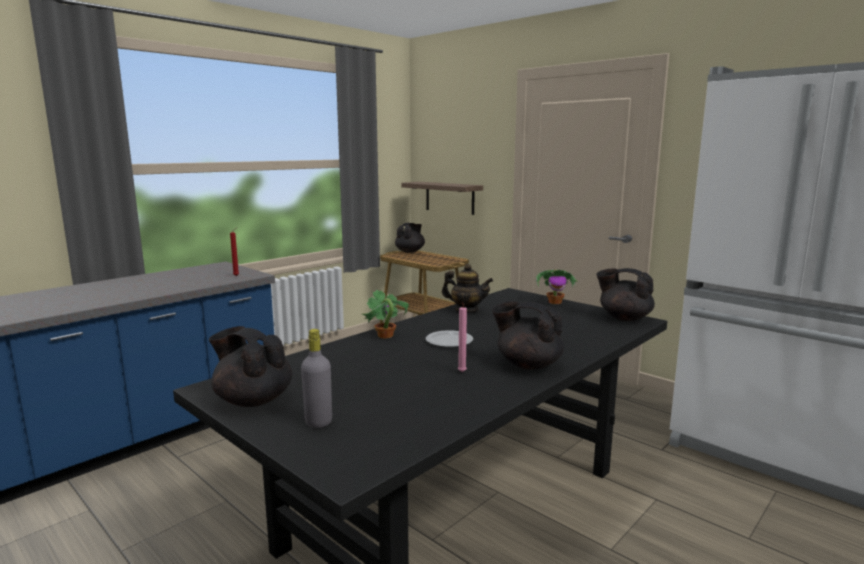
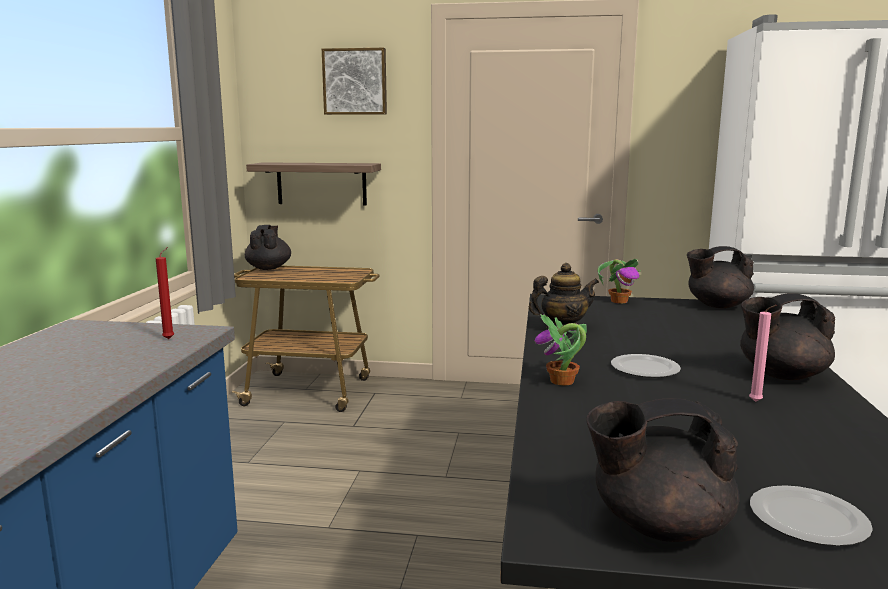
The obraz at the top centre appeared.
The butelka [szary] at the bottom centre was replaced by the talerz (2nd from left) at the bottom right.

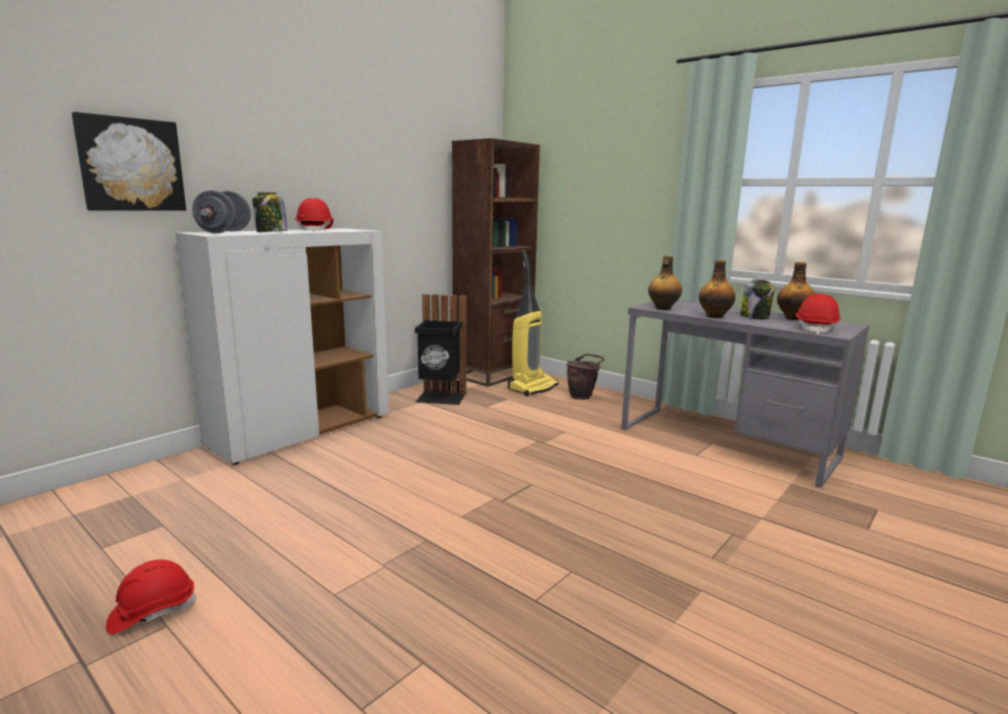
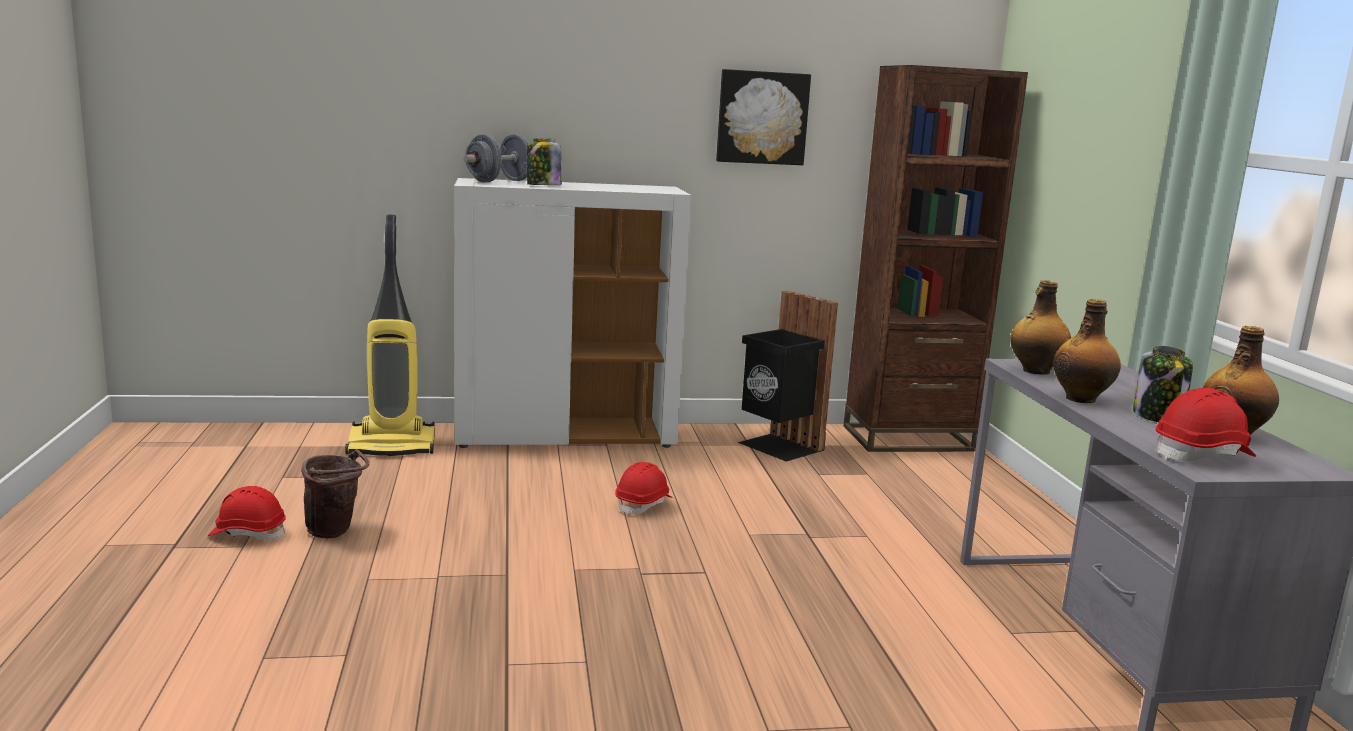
The obraz moved from the top left to the top centre.
The kask [czerwony] (2nd from left) moved from the top left to the bottom centre.
The odkurzacz moved from the centre to the middle left.
The wiadro [brązowy] moved from the centre to the bottom left.

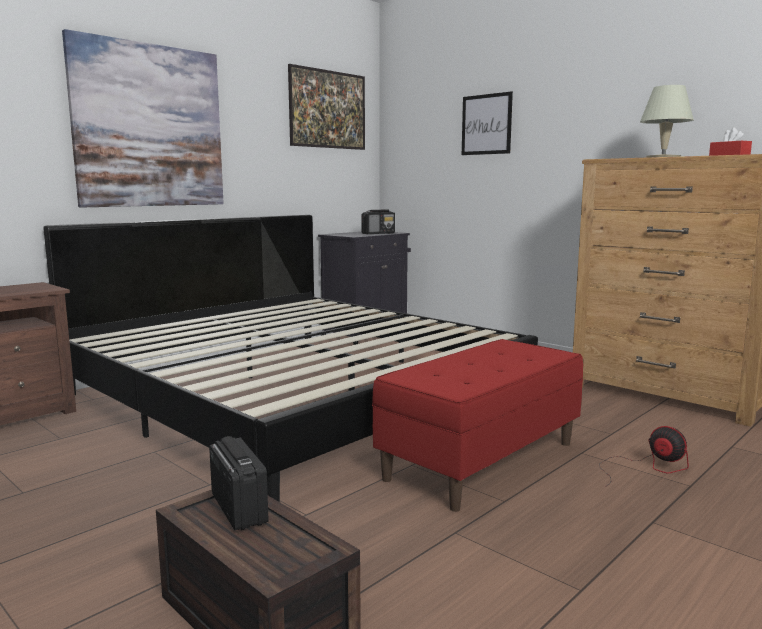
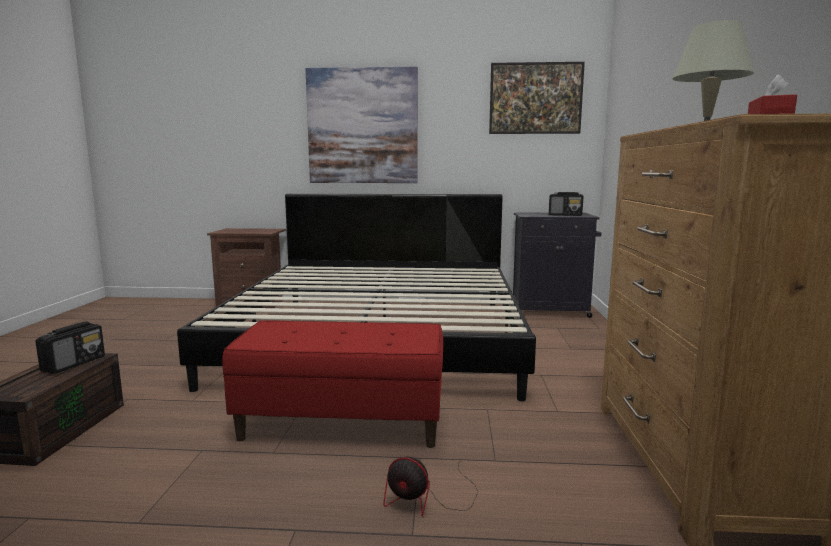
The obraz (3rd from left) at the top centre disappeared.
The wentylator at the bottom right turned 105 degrees clockwise.

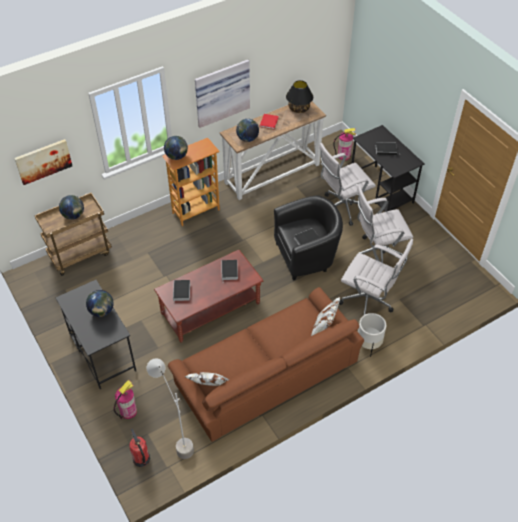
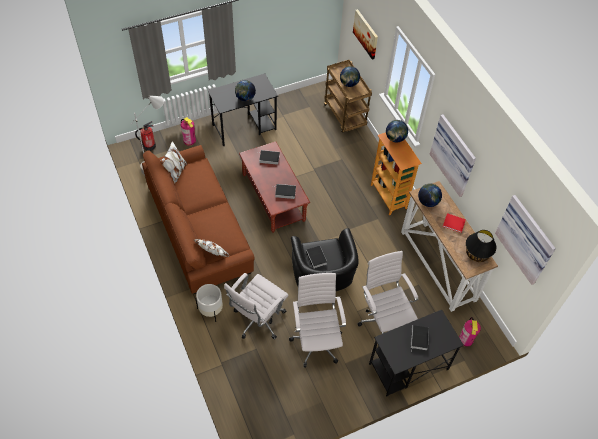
The obraz (3rd from left) at the middle right appeared.

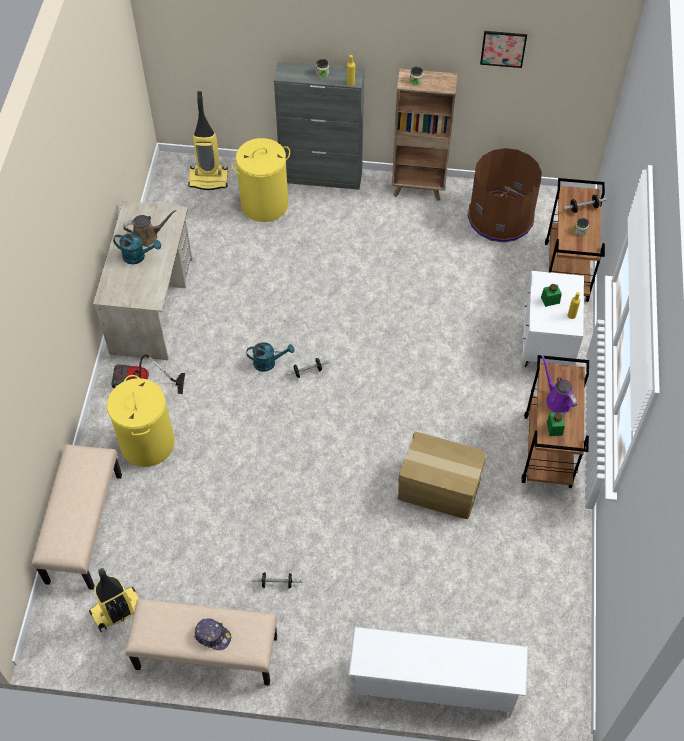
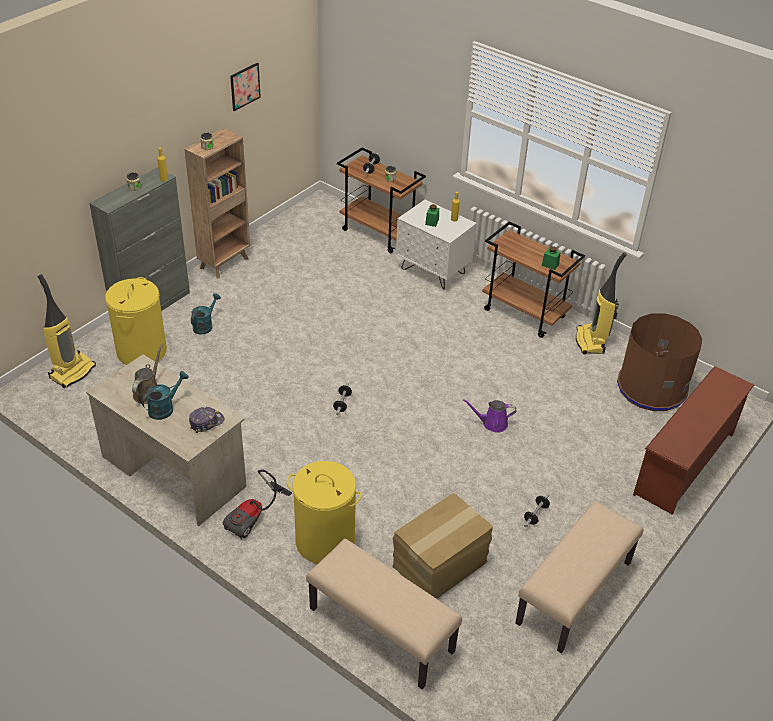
The odkurzacz (1st from left in the first image) moved from the bottom left to the middle right.
The czapka z daszkiem moved from the bottom left to the middle left.
The konewka [turkusowy] (2nd from left) moved from the centre to the middle left.
The karton moved from the centre to the bottom centre.
The kosz na śmieci [brązowy] moved from the top right to the middle right.
The konewka [fioletowy] moved from the middle right to the centre.
The regał na buty [biały] at the bottom centre became the regał na buty [brązowy] at the middle right.

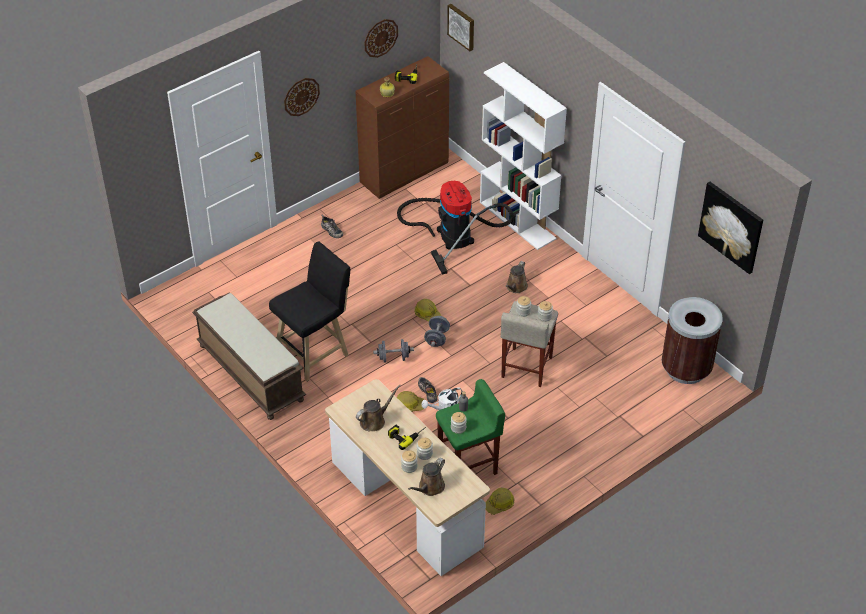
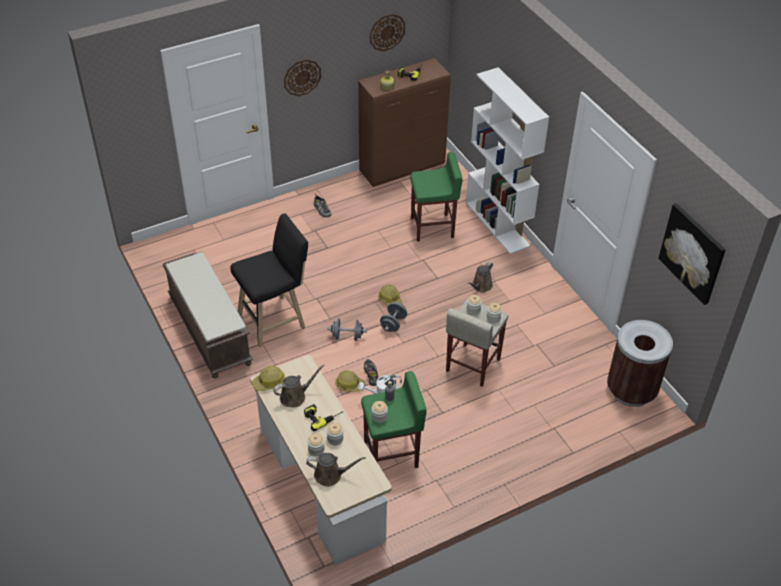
The obraz (1st from left) at the top centre disappeared.
The kask (3rd from left in the first image) moved from the bottom centre to the centre.
The odkurzacz at the centre was replaced by the stołek [zielony] (2nd from left) at the centre.
The konewka [brązowy] (2nd from left) at the bottom centre turned 135 degrees counterclockwise.

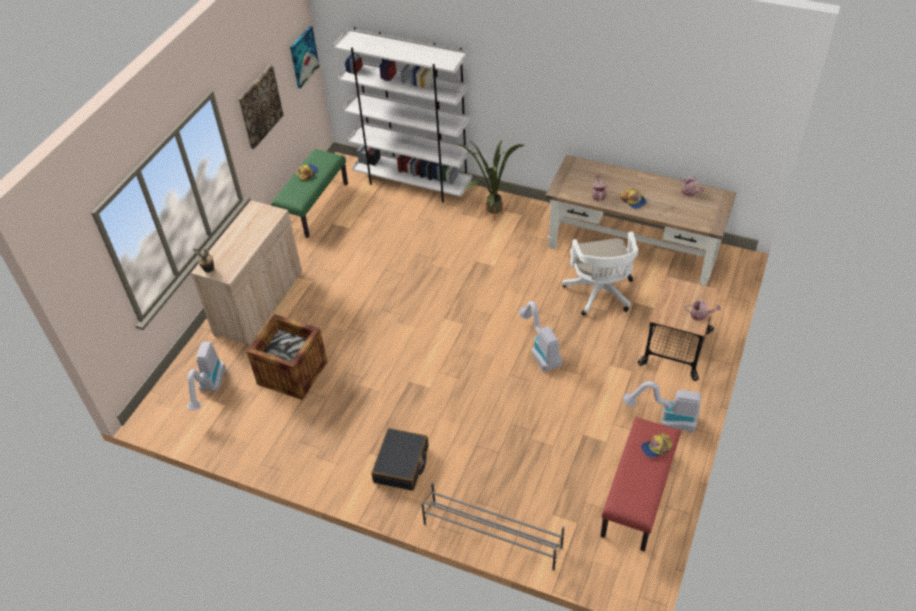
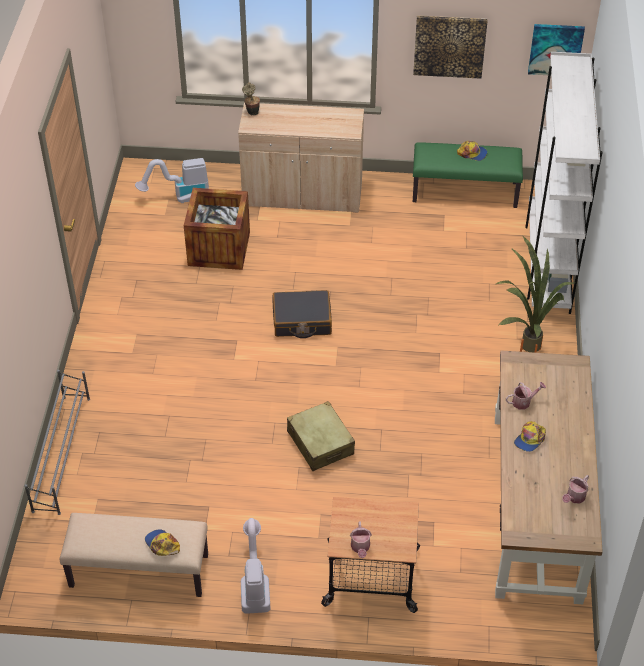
The krzesło biurowe [biały] at the centre disappeared.
The walizka [czarny] moved from the bottom centre to the centre.
The odkurzacz (2nd from left) at the centre was replaced by the walizka [beżowy] at the centre.
The ławka [czerwony] at the bottom right became the ławka [beżowy] at the bottom left.

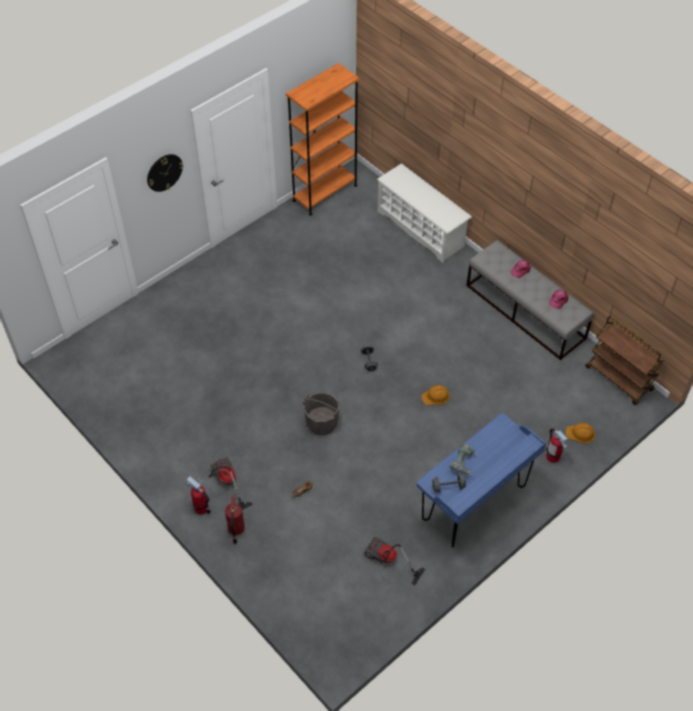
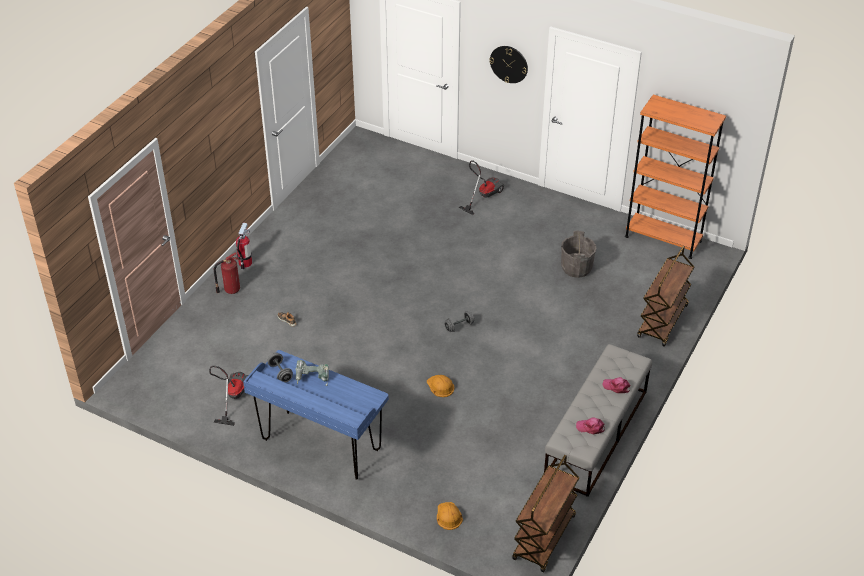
The gaśnica (3rd from left) at the middle right disappeared.
The odkurzacz (1st from left in the first image) moved from the bottom left to the top centre.
The wiadro [szary] moved from the centre to the middle right.
The regał na buty [biały] at the top centre was replaced by the wózek [brązowy] (2nd from left) at the middle right.

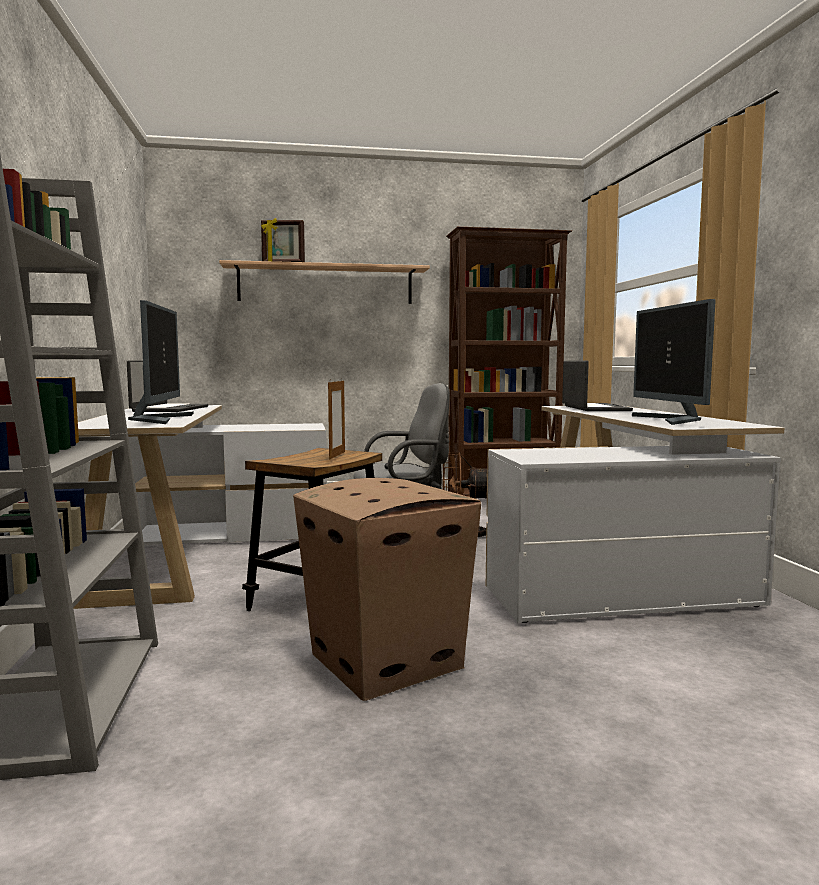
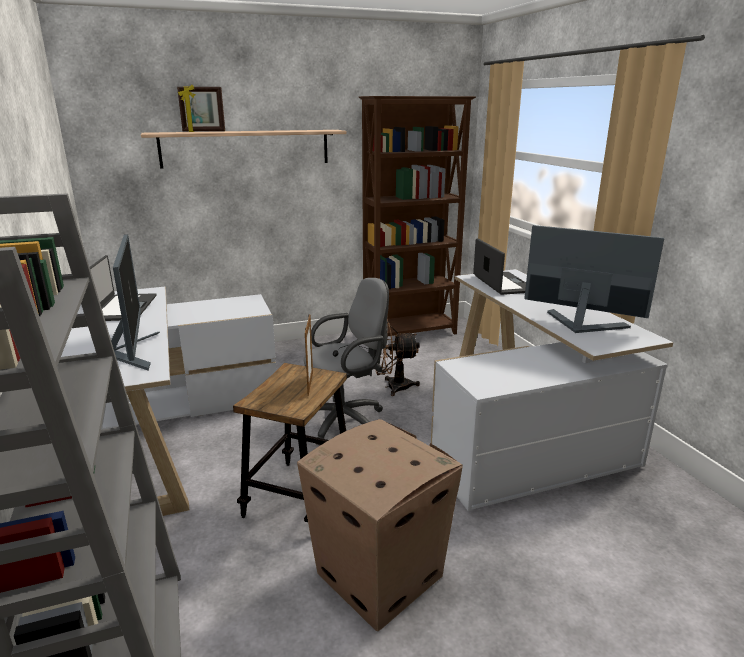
The monitor (2nd from left) at the middle right turned 135 degrees clockwise.

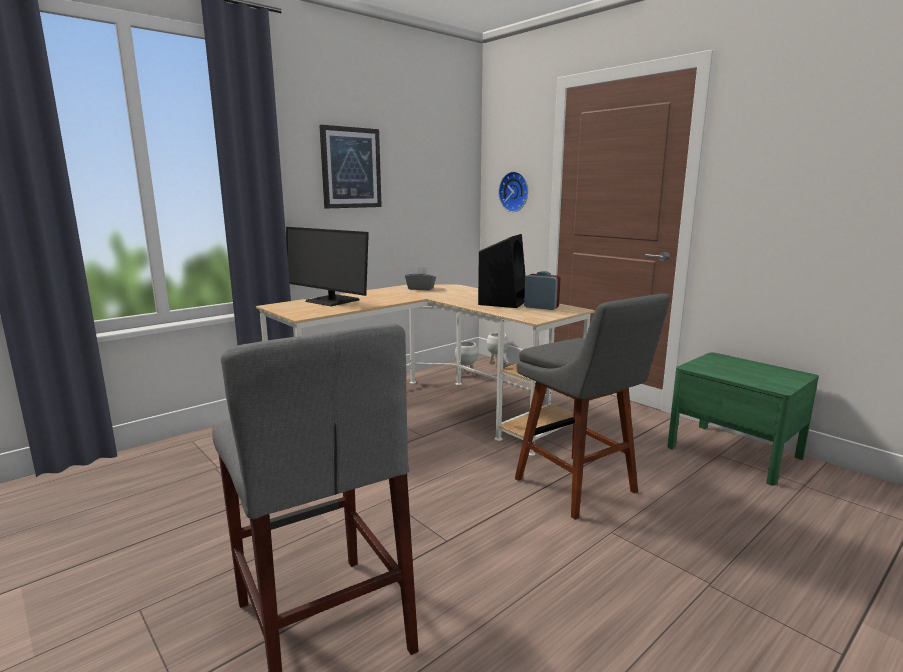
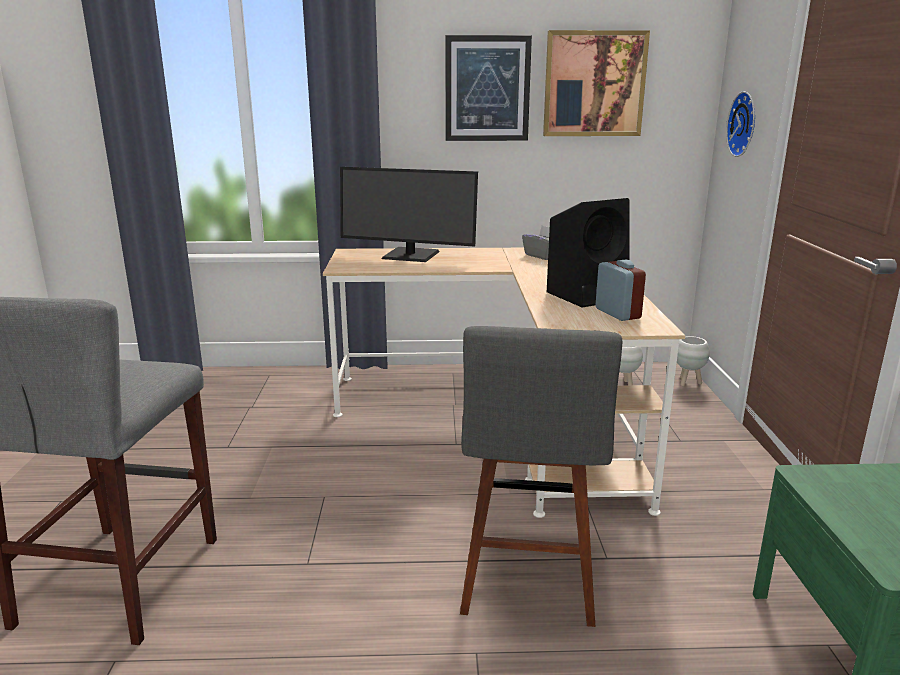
The obraz (2nd from left) at the top centre appeared.
The monitor at the centre turned 60 degrees counterclockwise.

